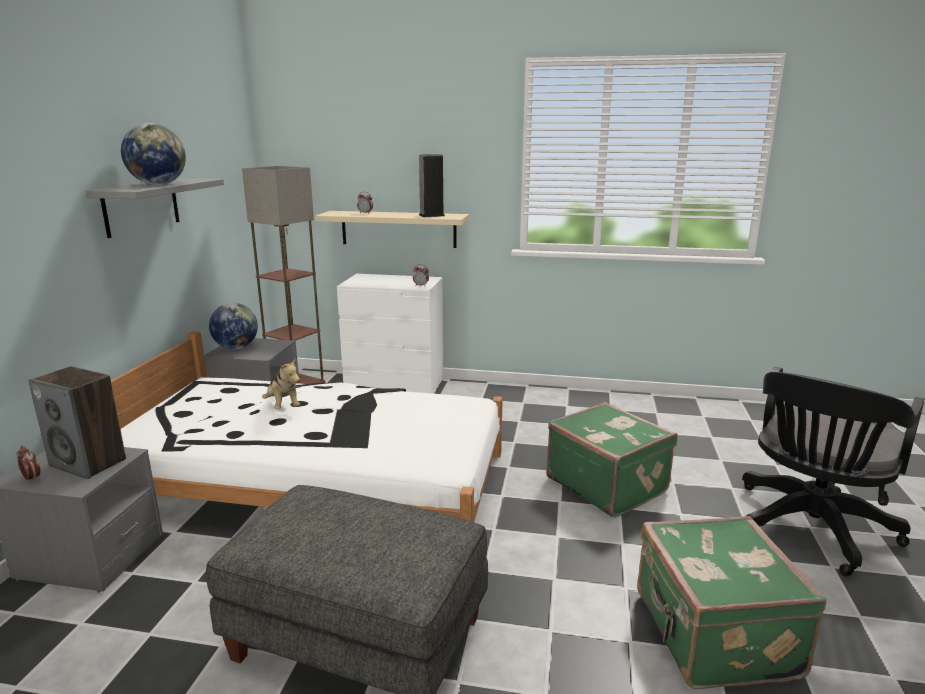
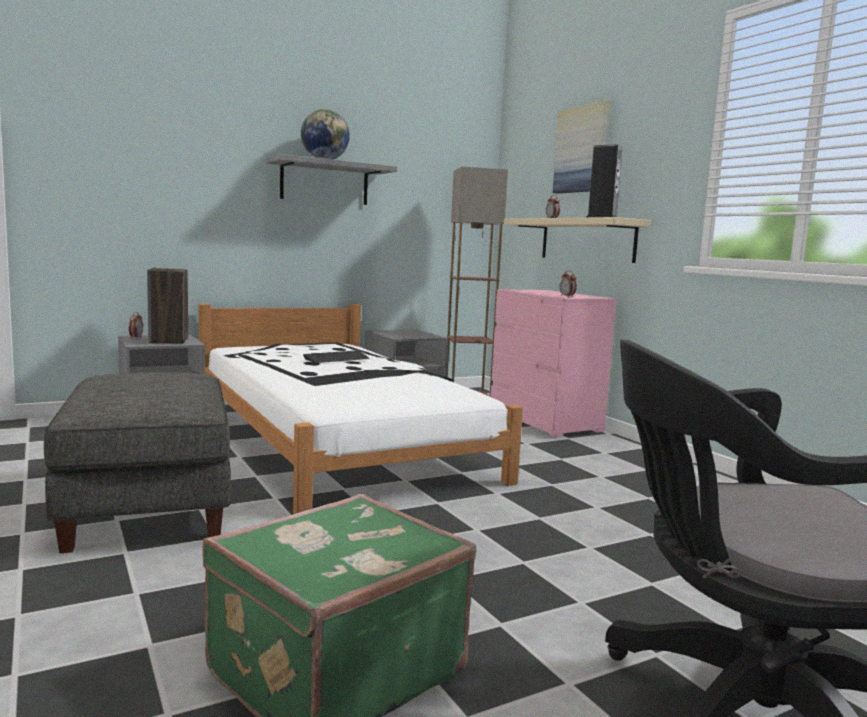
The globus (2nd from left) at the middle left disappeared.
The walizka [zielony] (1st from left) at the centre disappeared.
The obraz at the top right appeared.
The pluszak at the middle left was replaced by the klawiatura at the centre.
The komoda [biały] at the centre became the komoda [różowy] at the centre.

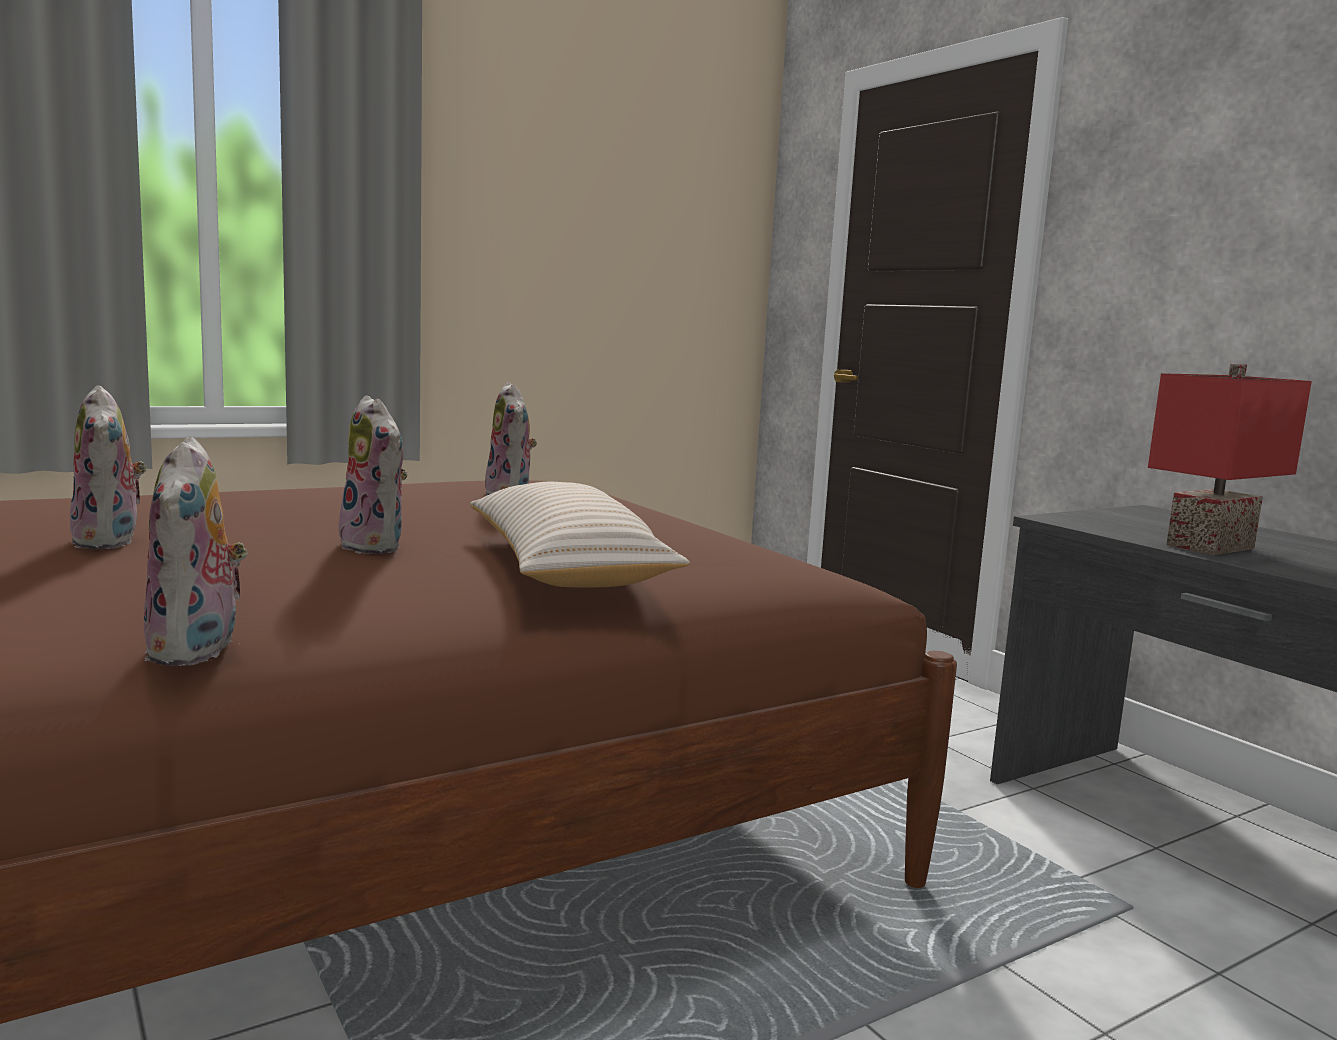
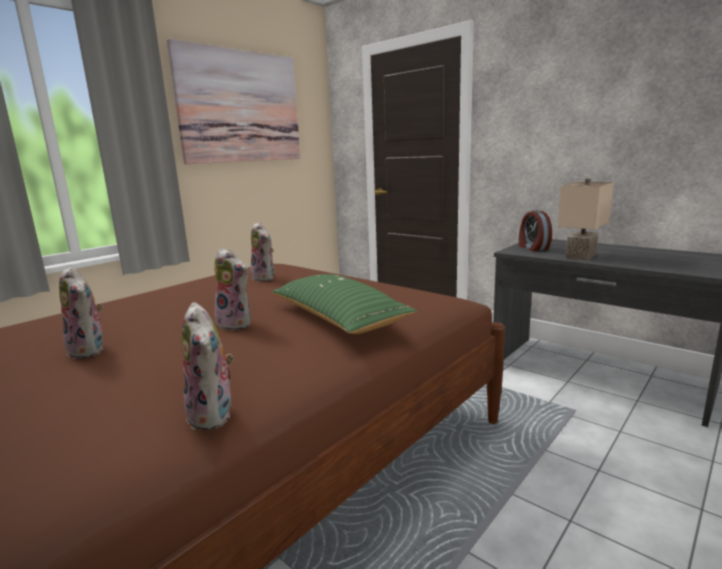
The obraz at the top left appeared.
The budzik at the middle right appeared.
The poduszka [beżowy] at the centre became the poduszka [zielony] at the centre.
The lampa stołowa [czerwony] at the middle right became the lampa stołowa [beżowy] at the middle right.

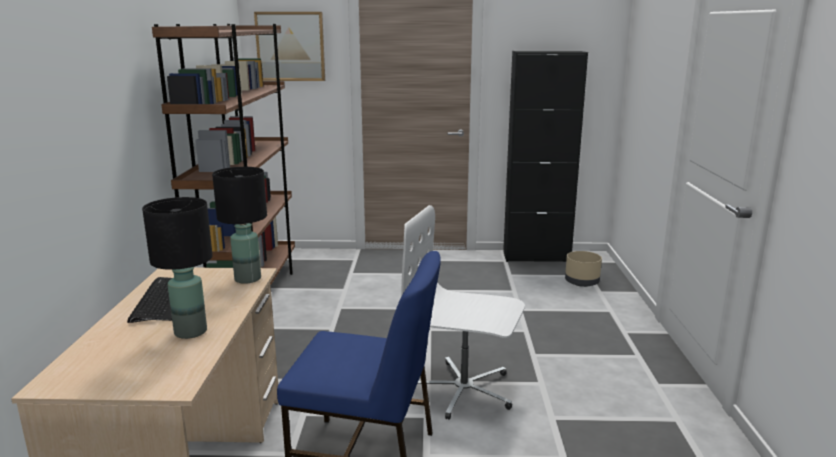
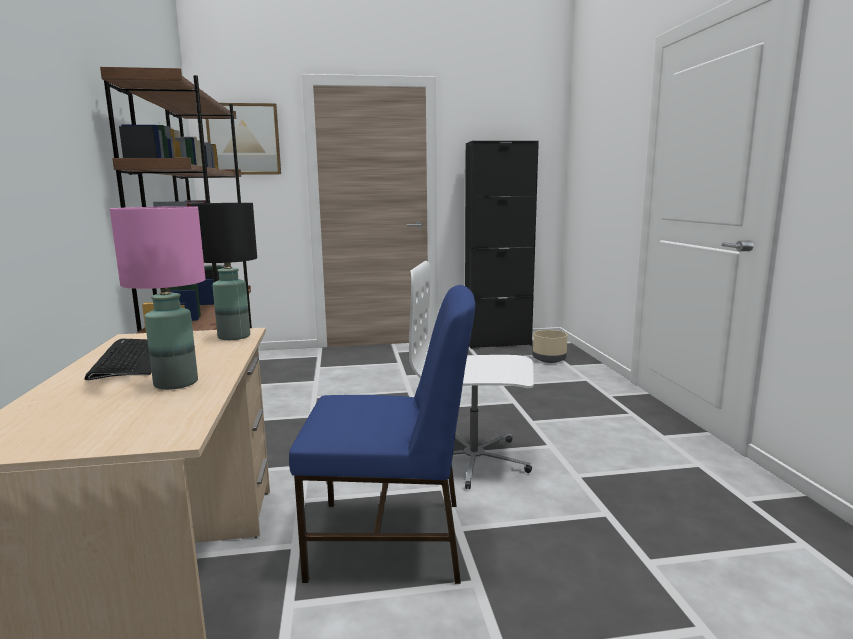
The lampa stołowa [czarny] (1st from left) at the middle left became the lampa stołowa [różowy] at the middle left.

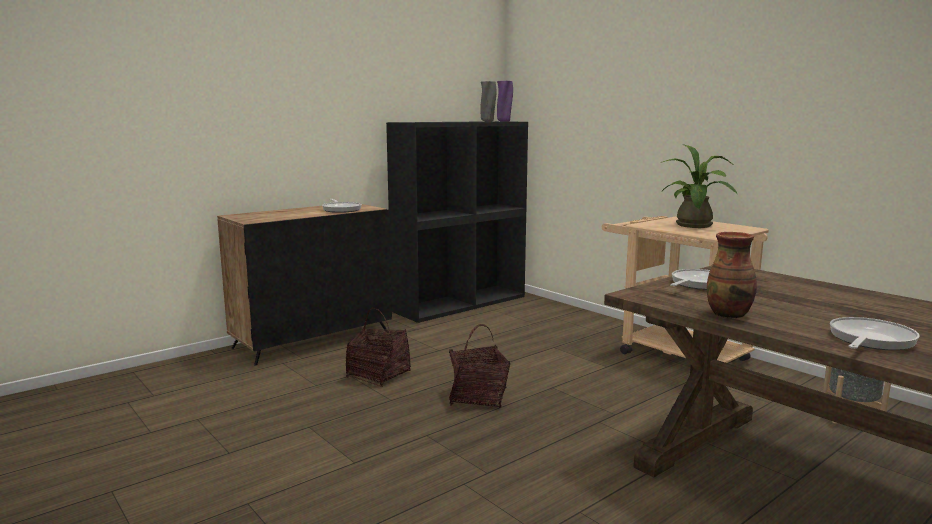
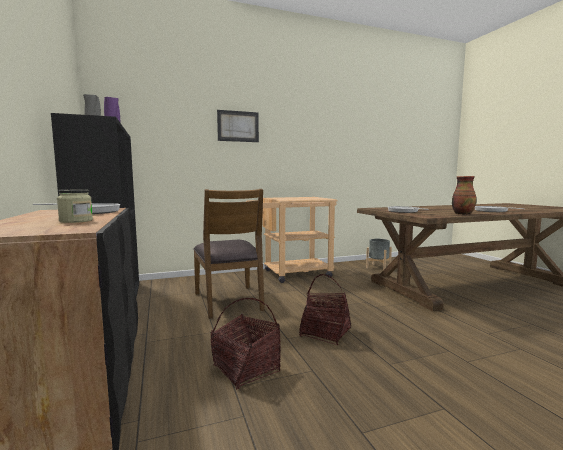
The roślina doniczkowa at the middle right disappeared.
The słoik at the middle left appeared.
The krzesło [brązowy] at the centre appeared.
The obraz at the top centre appeared.

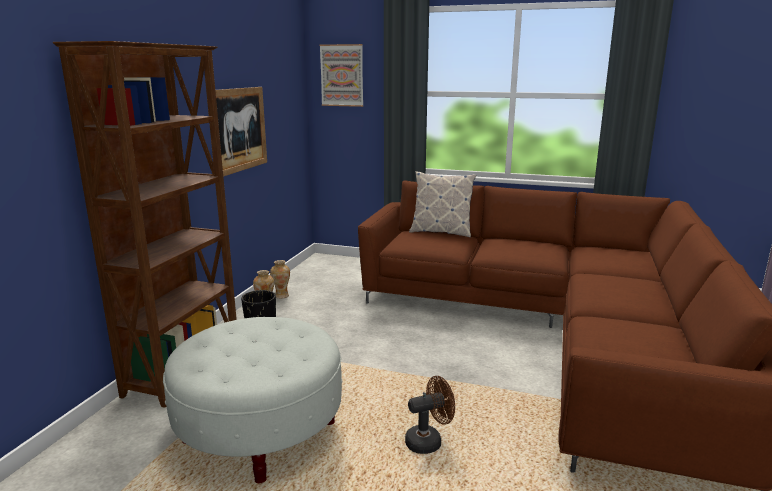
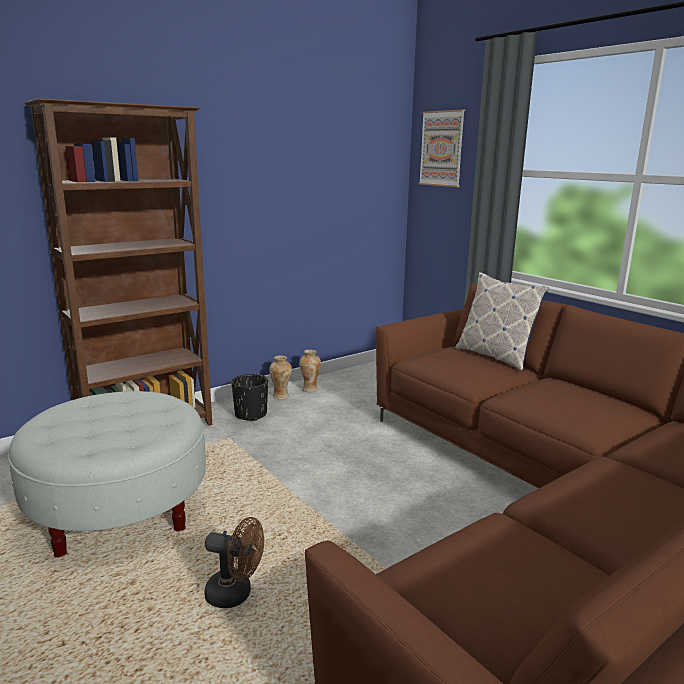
The obraz (1st from left) at the top left disappeared.

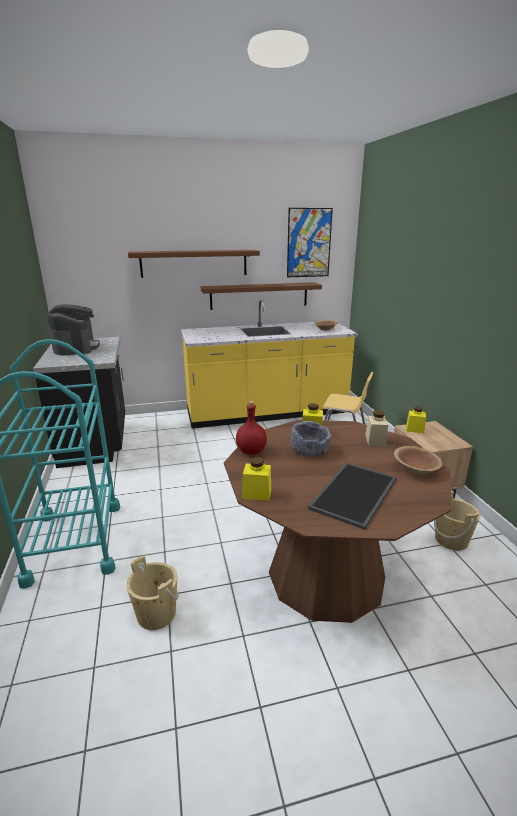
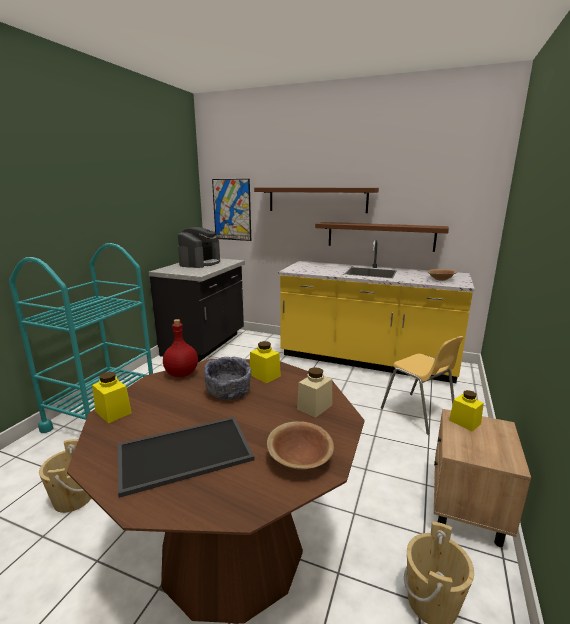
The obraz moved from the top centre to the centre.

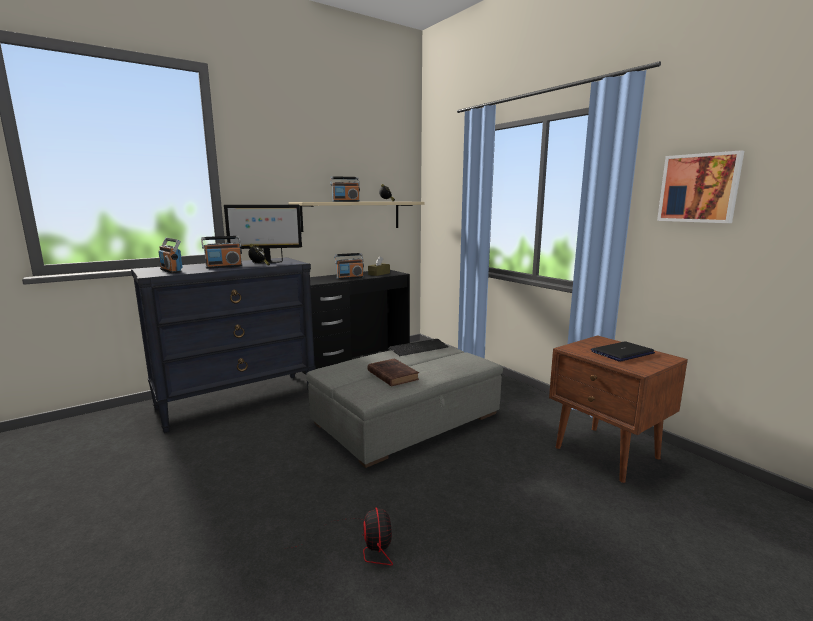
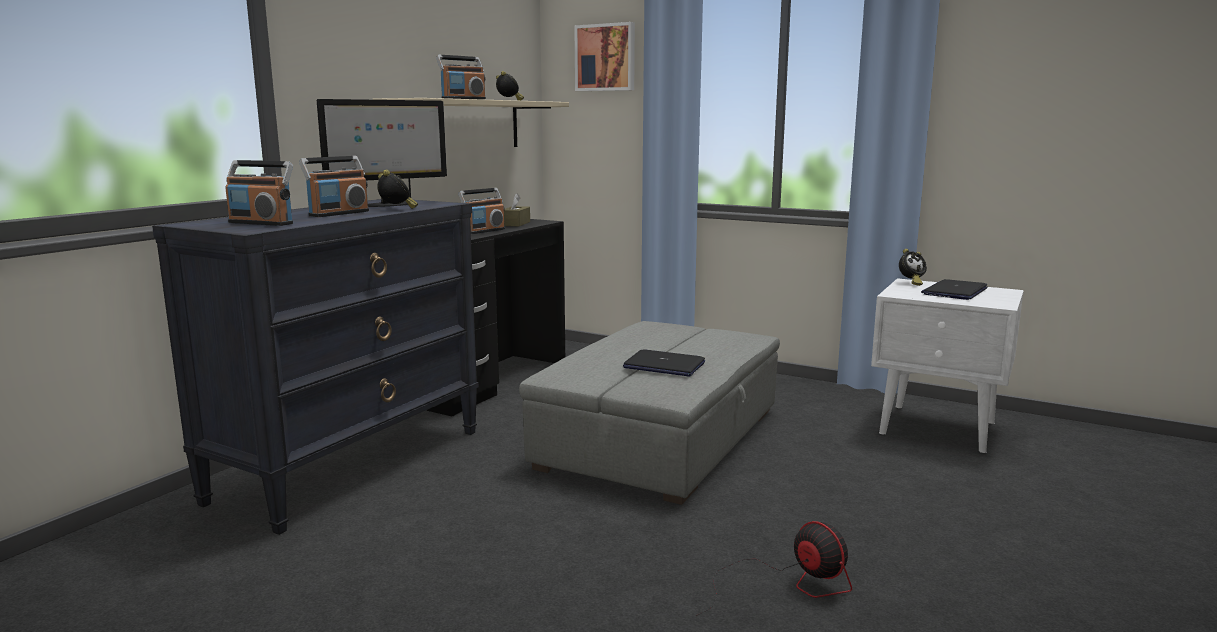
The klawiatura at the centre disappeared.
The budzik (3rd from left) at the middle right appeared.
The obraz moved from the top right to the top centre.
The książka [brązowy] at the centre was replaced by the laptop (1st from left) at the centre.
The szafka nocna [brązowy] at the middle right became the szafka nocna [biały] at the middle right.

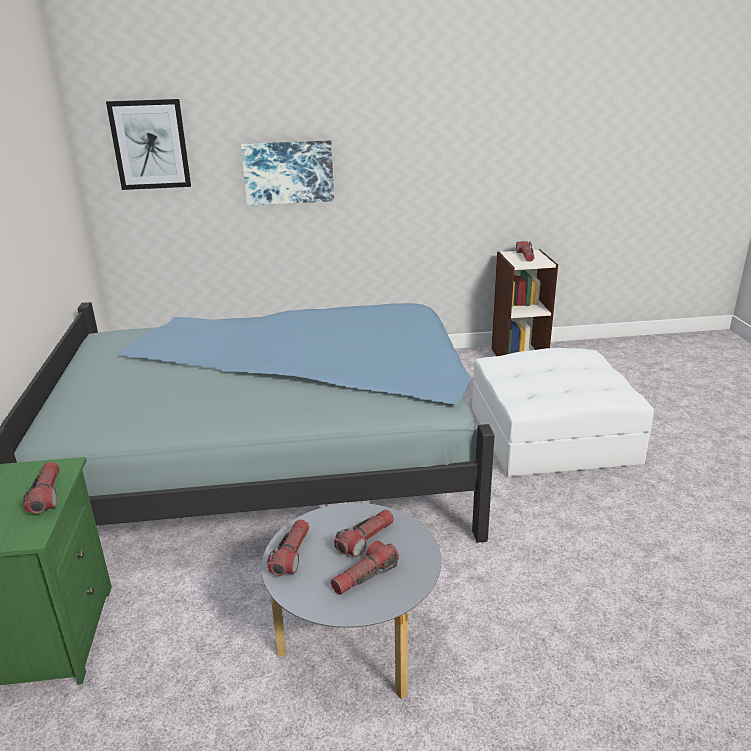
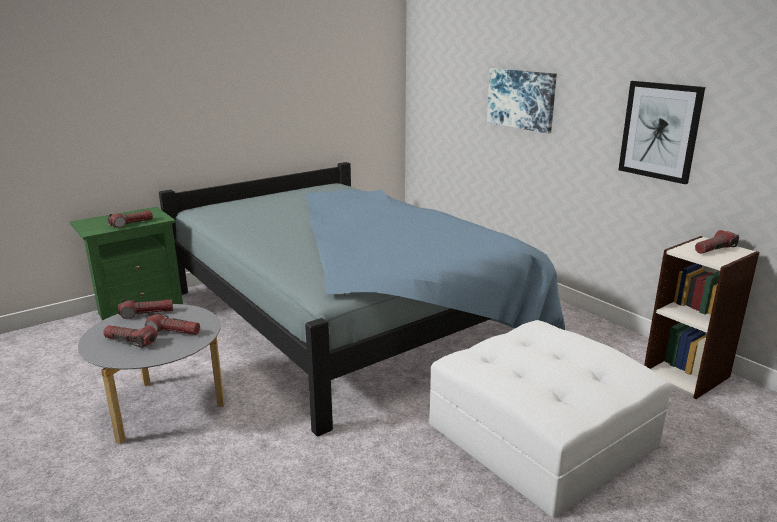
The obraz (1st from left in the first image) moved from the top left to the top right.

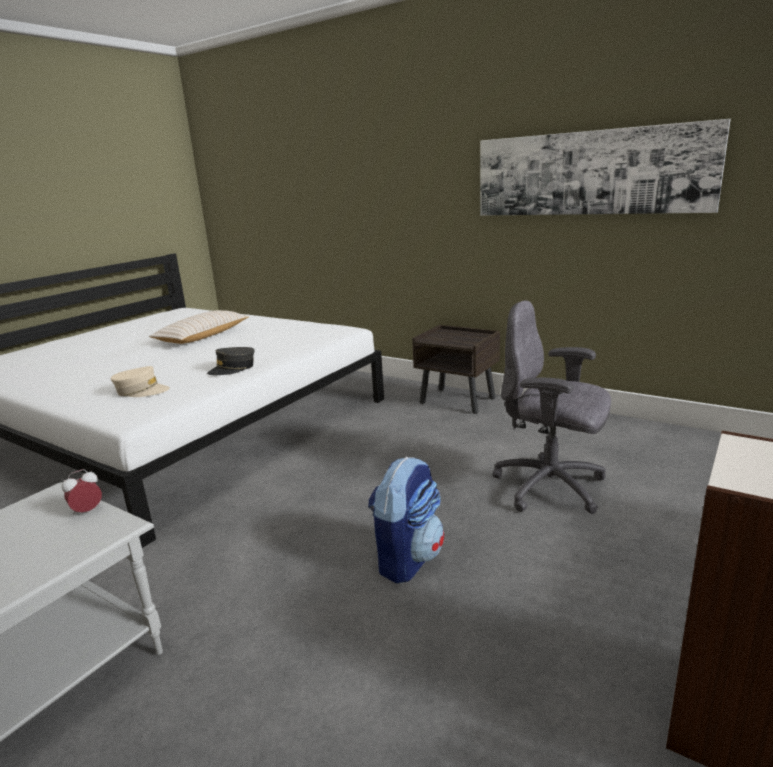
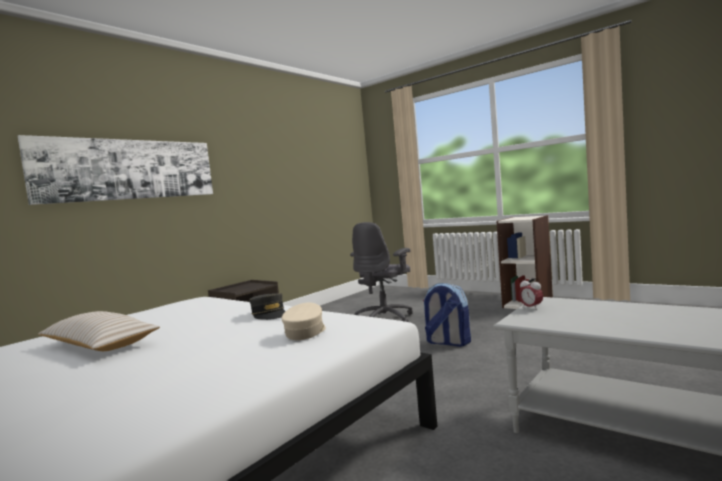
The obraz moved from the top right to the middle left.

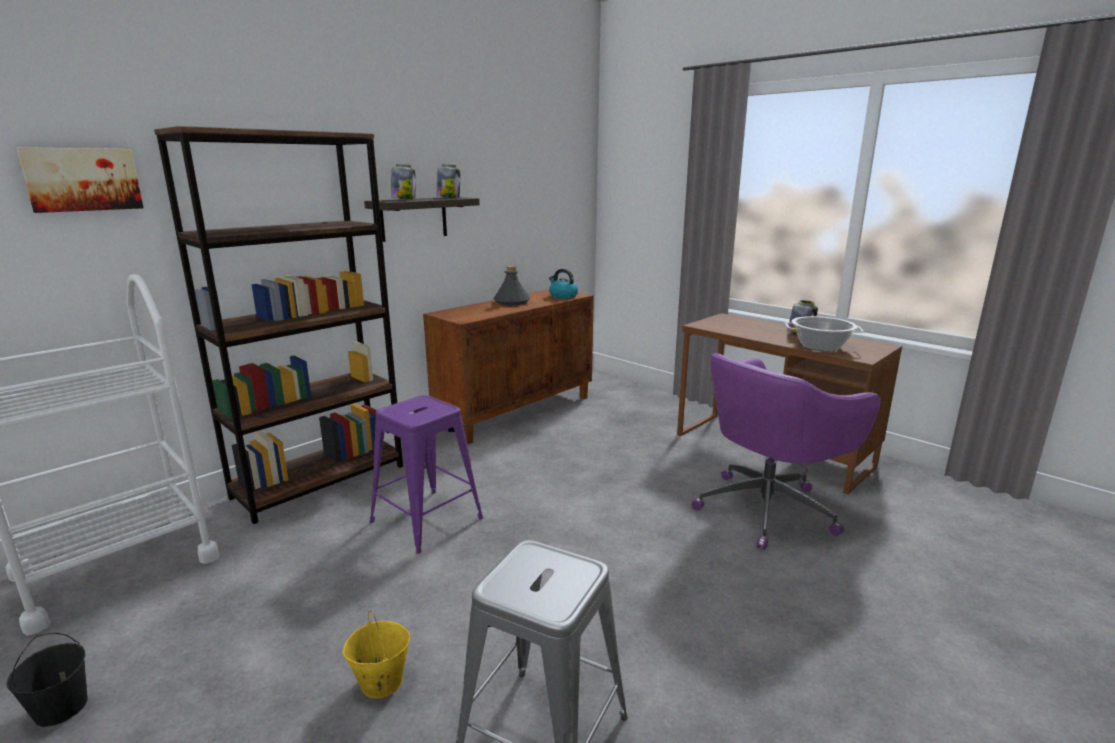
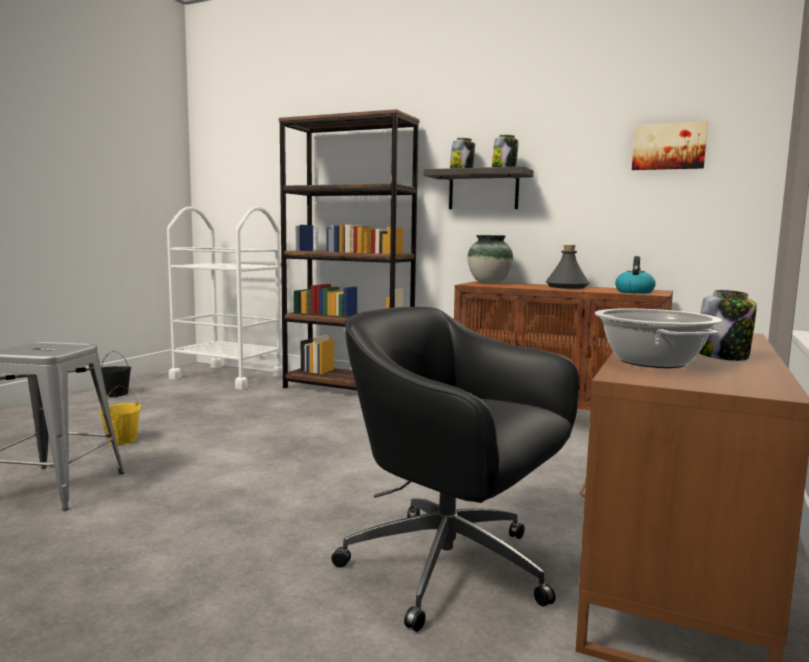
The stołek [fioletowy] at the centre disappeared.
The wazon at the centre appeared.
The obraz moved from the top left to the top right.
The krzesło biurowe [fioletowy] at the middle right became the krzesło biurowe [czarny] at the bottom centre.

